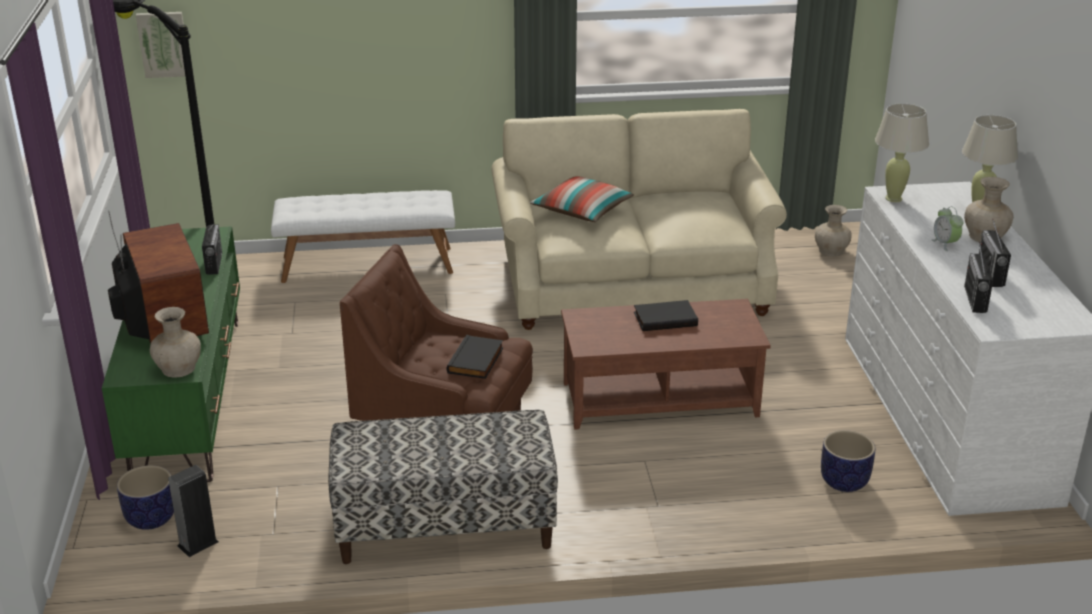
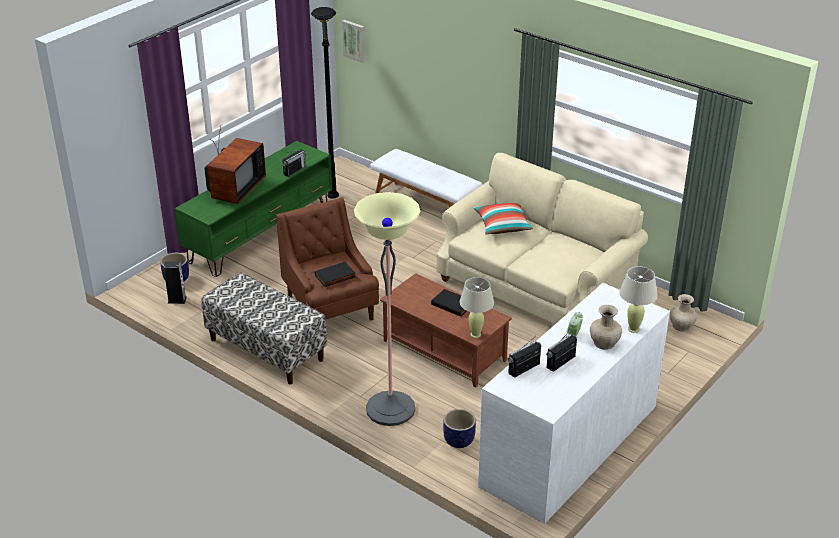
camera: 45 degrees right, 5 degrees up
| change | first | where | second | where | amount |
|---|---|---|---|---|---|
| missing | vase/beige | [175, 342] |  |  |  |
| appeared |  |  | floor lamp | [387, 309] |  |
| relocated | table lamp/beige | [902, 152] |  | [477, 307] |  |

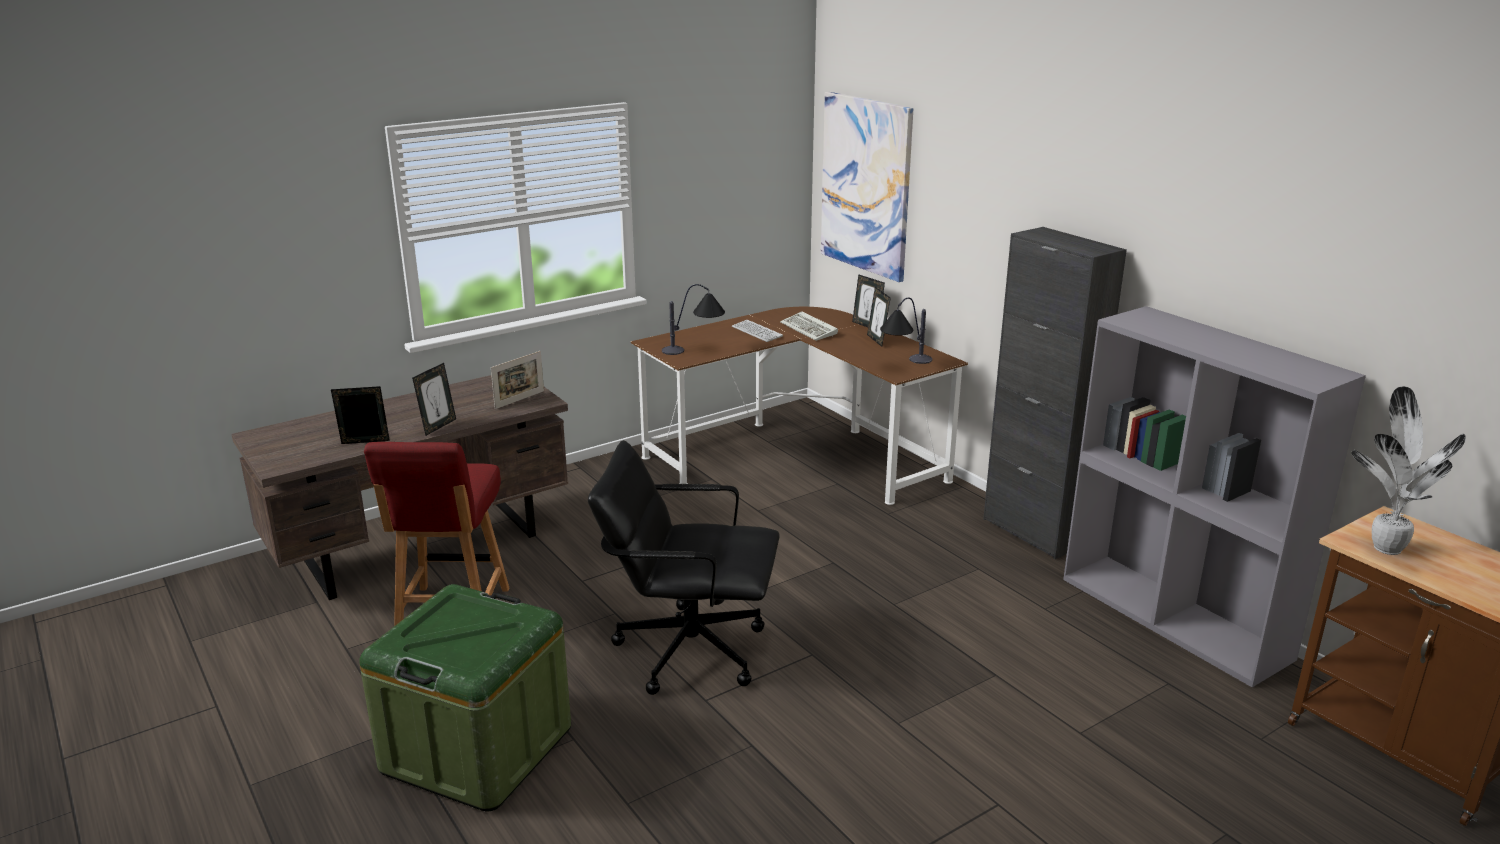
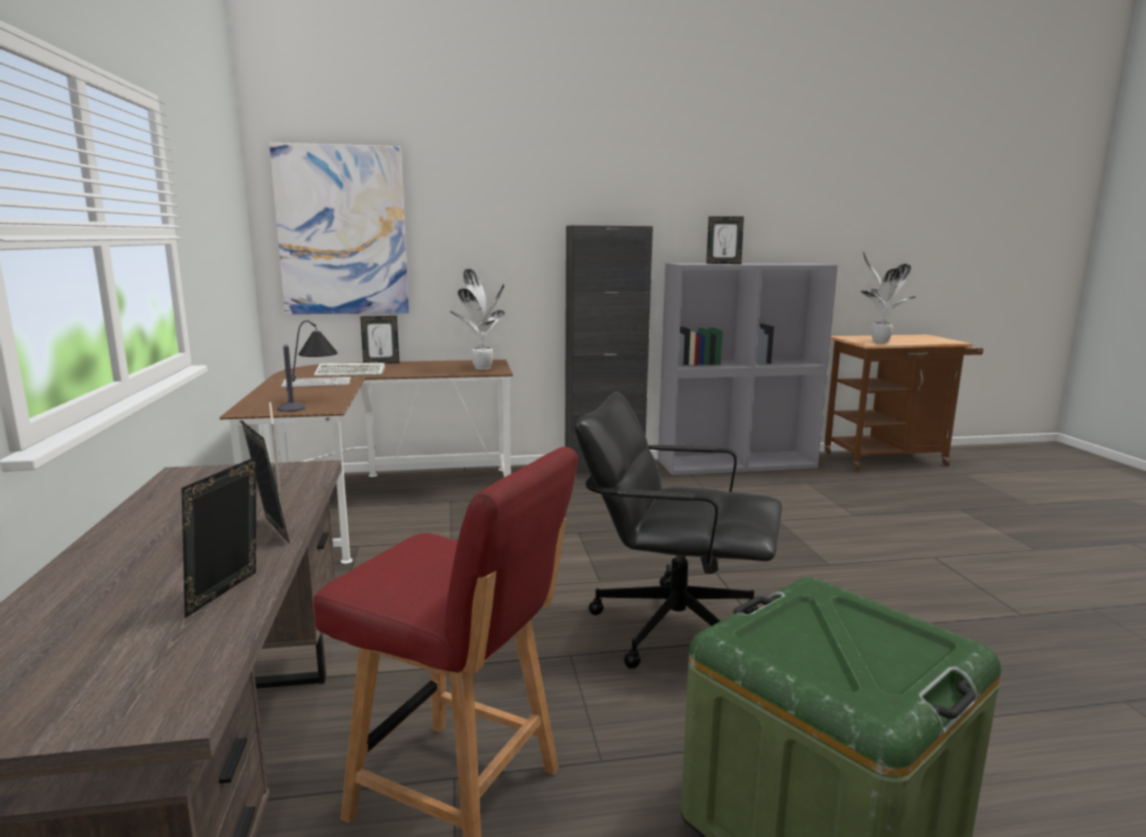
camera: 65 degrees left, 10 degrees down
| change | first | where | second | where | amount |
|---|---|---|---|---|---|
| relocated | photo frame | [878, 317] |  | [725, 240] |  |
| exchanged | table lamp | [906, 331] | potted plant | [477, 319] |  |
| spun | computer chair/blackish | [683, 567] |  | [678, 530] | 75 degrees clockwise |

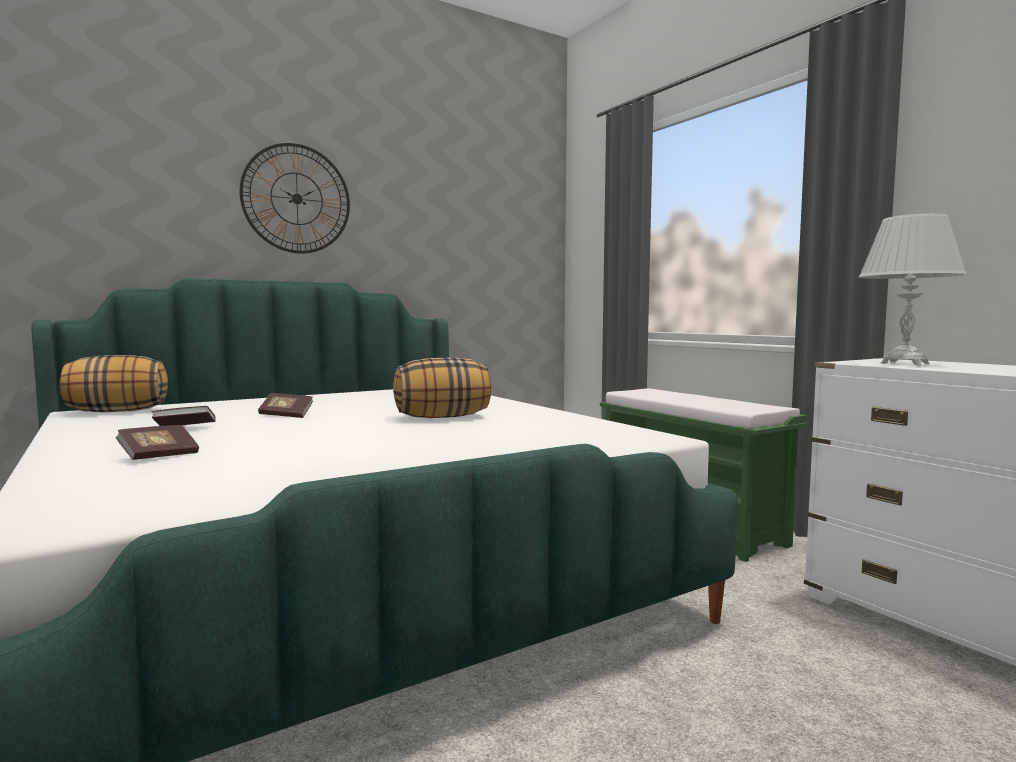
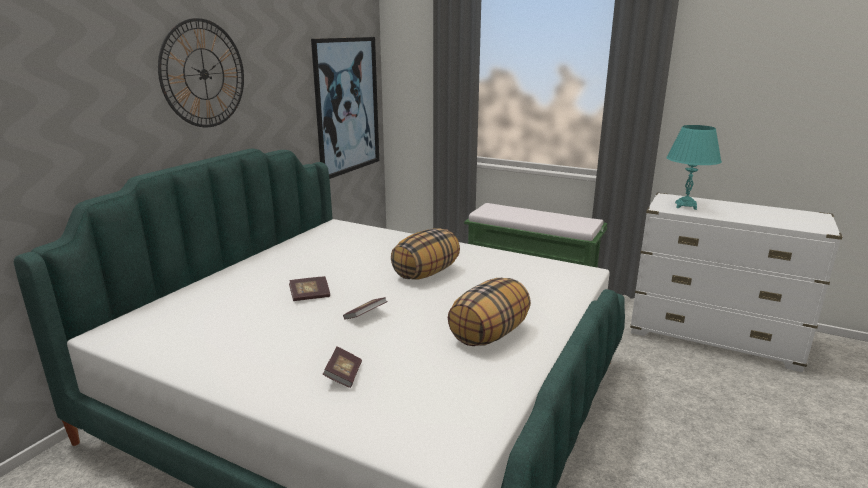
camera: 30 degrees left, 15 degrees up
| change | first | where | second | where | amount |
|---|---|---|---|---|---|
| appeared |  |  | picture | [345, 108] |  |
| relocated | cushion | [114, 383] |  | [489, 312] |  |
| relocated | volume | [183, 416] |  | [365, 308] |  |
| colour | table lamp/whitish | [913, 289] | table lamp/turquoise | [694, 167] |  |

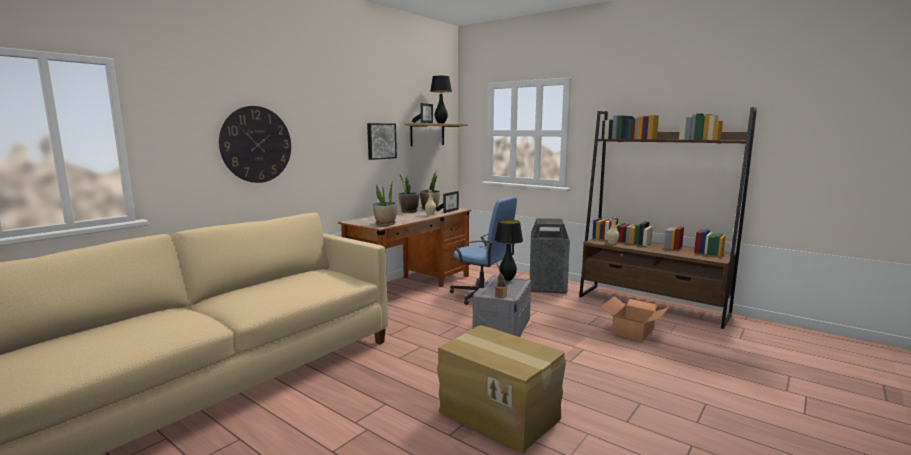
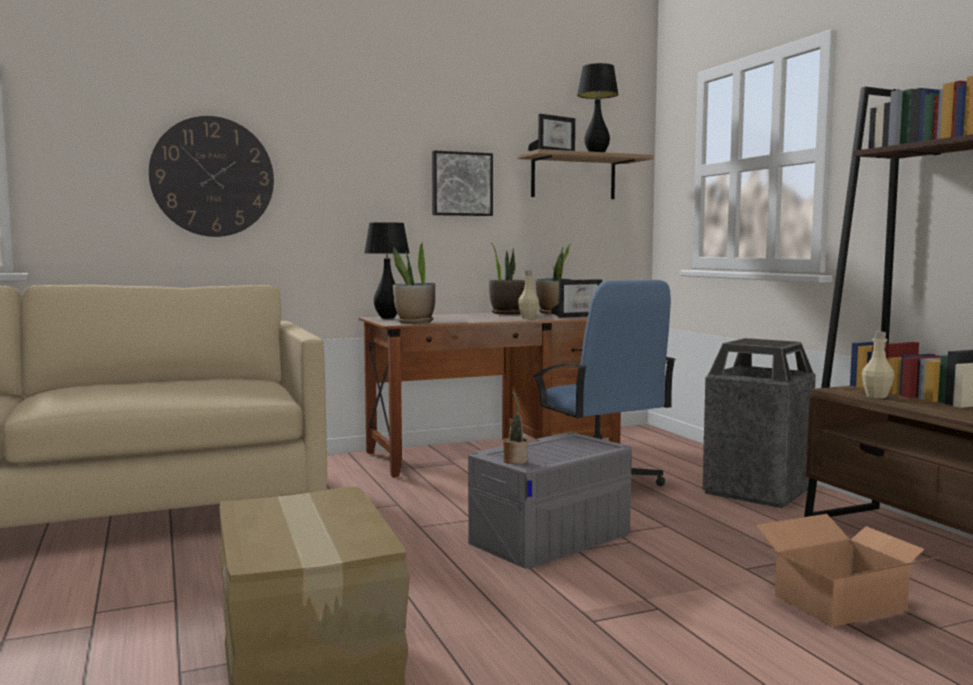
camera: 30 degrees right, 5 degrees down
| change | first | where | second | where | amount |
|---|---|---|---|---|---|
| relocated | table lamp/blackish | [508, 250] |  | [386, 270] |  |

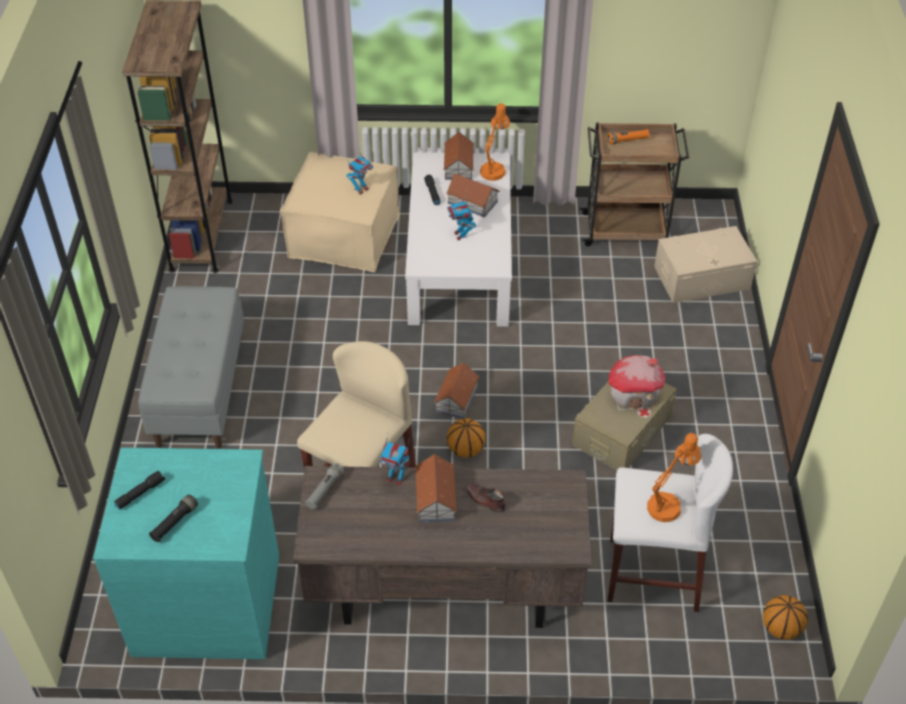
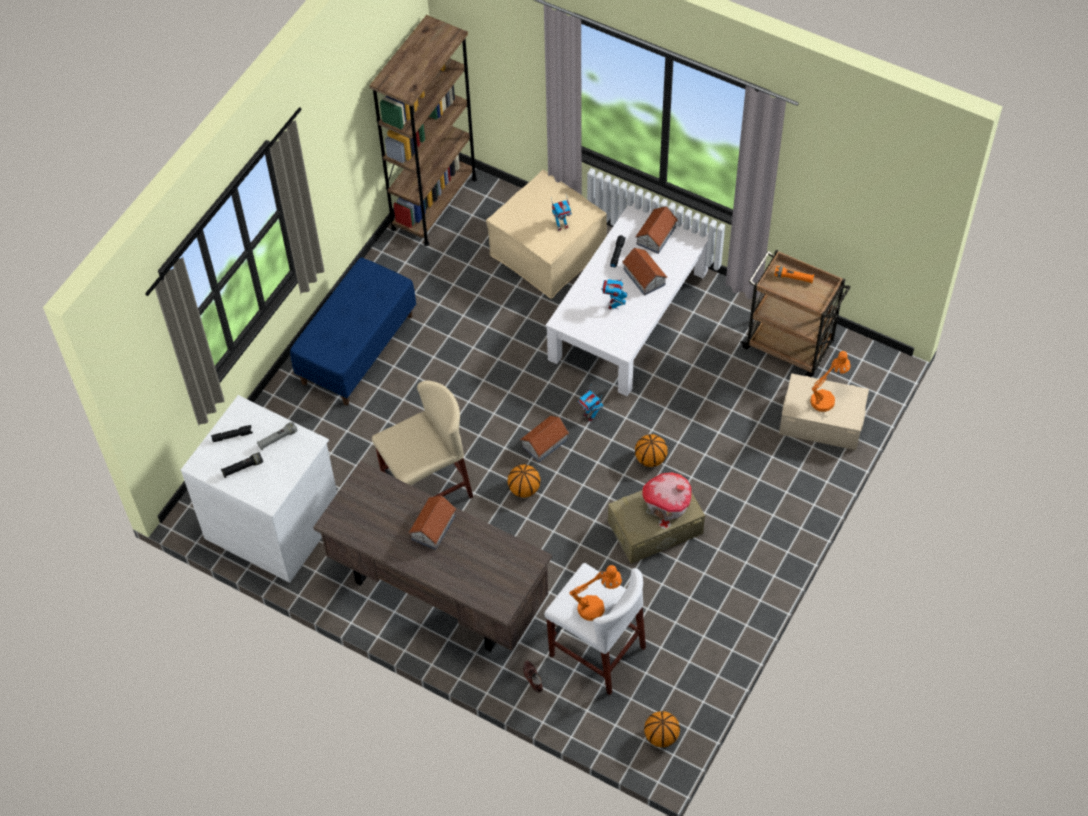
camera: 30 degrees right, 10 degrees up
| change | first | where | second | where | amount |
|---|---|---|---|---|---|
| appeared |  |  | basketball ball | [651, 450] |  |
| relocated | flashlight/greyish | [324, 486] |  | [277, 436] |  |
| relocated | robot figure | [394, 460] |  | [591, 403] |  |
| relocated | low shoe/brown-coloured | [486, 498] |  | [533, 676] |  |
| relocated | table lamp/orange-coloured | [495, 142] |  | [830, 381] |  |
| colour | chest of drawers/turquoise | [186, 553] | chest of drawers/whitish | [259, 489] |  |
| colour | long seat/greyish | [191, 367] | long seat/blue | [353, 331] |  |

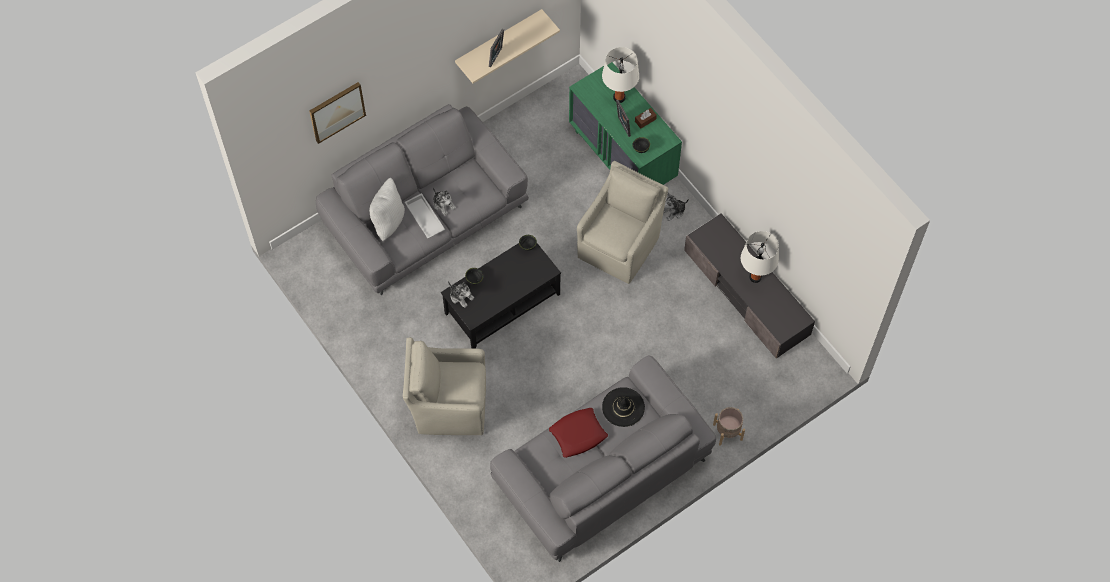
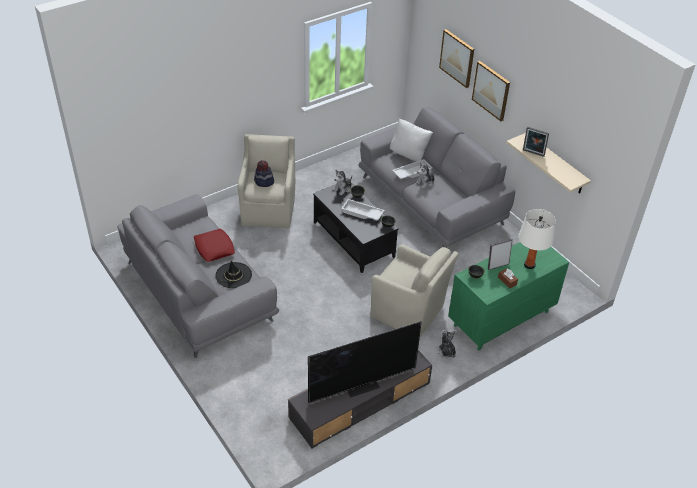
camera: 90 degrees right, 20 degrees down
| change | first | where | second | where | amount |
|---|---|---|---|---|---|
| missing | plant pot/beige | [729, 426] |  |  |  |
| appeared |  |  | hat | [264, 173] |  |
| appeared |  |  | serving tray/whitish | [362, 210] |  |
| appeared |  |  | picture | [491, 91] |  |
| exchanged | table lamp/whitish | [760, 257] | TV set | [365, 362] |  |

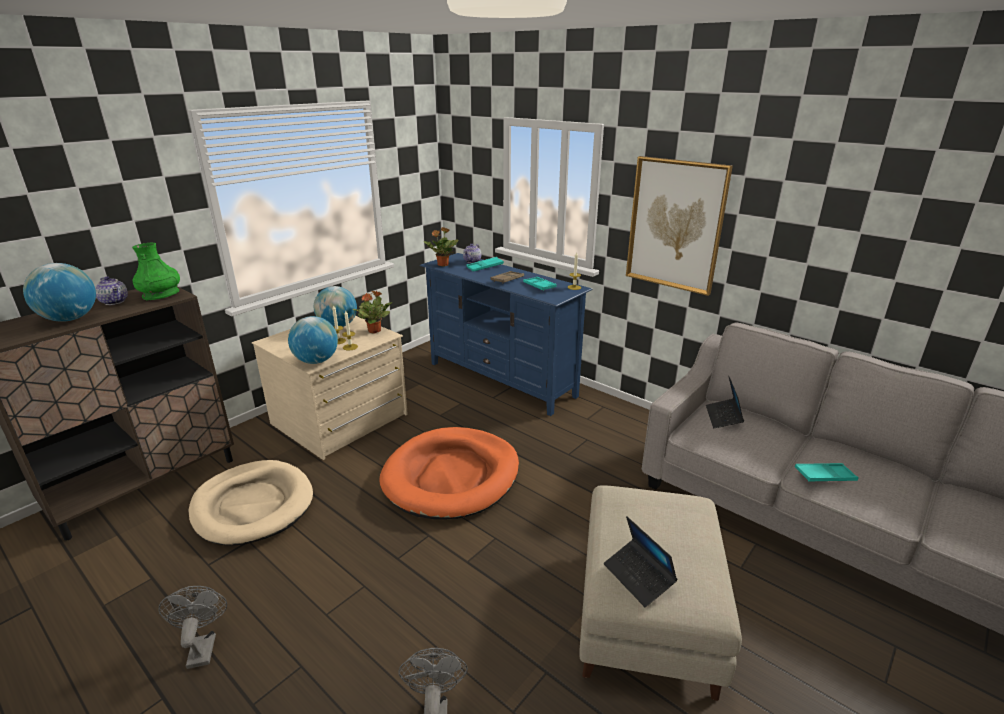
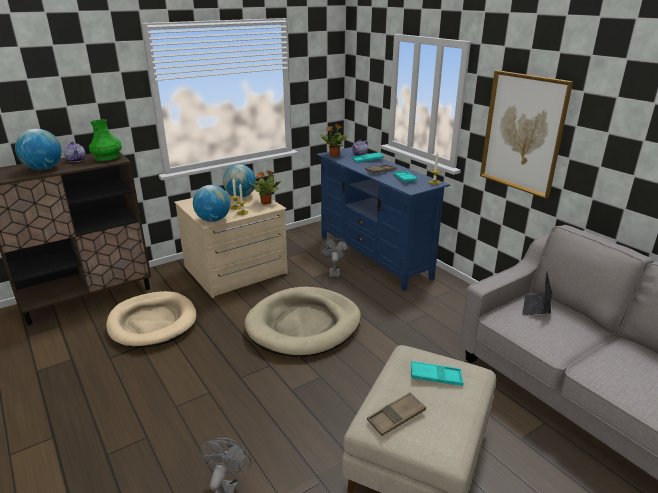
camera: 15 degrees right, 0 degrees up
| change | first | where | second | where | amount |
|---|---|---|---|---|---|
| relocated | fan/greyish | [192, 627] |  | [334, 257] |  |
| relocated | serving tray/turquoise | [826, 472] |  | [437, 373] |  |
| exchanged | notebook computer | [641, 561] | serving tray/brown-coloured | [396, 414] |  |
| colour | dog bed/orange-coloured | [449, 473] | dog bed/beige | [302, 322] |  |

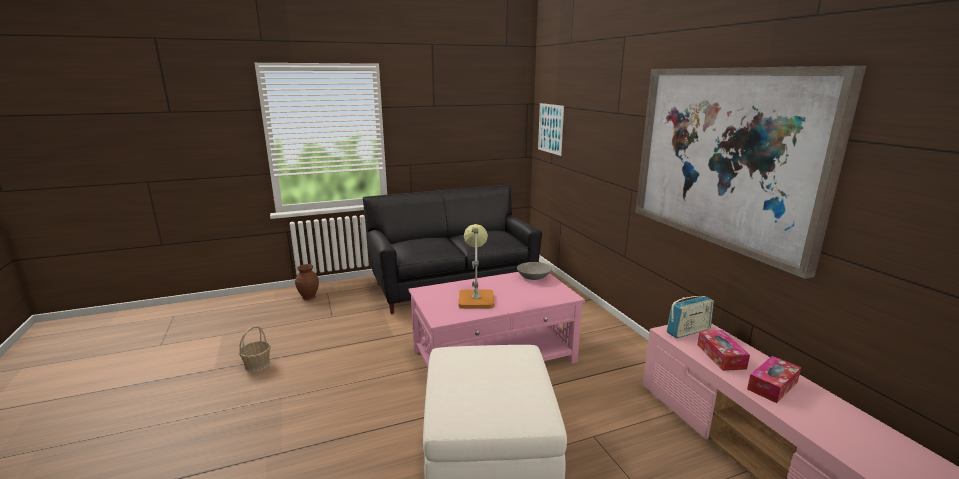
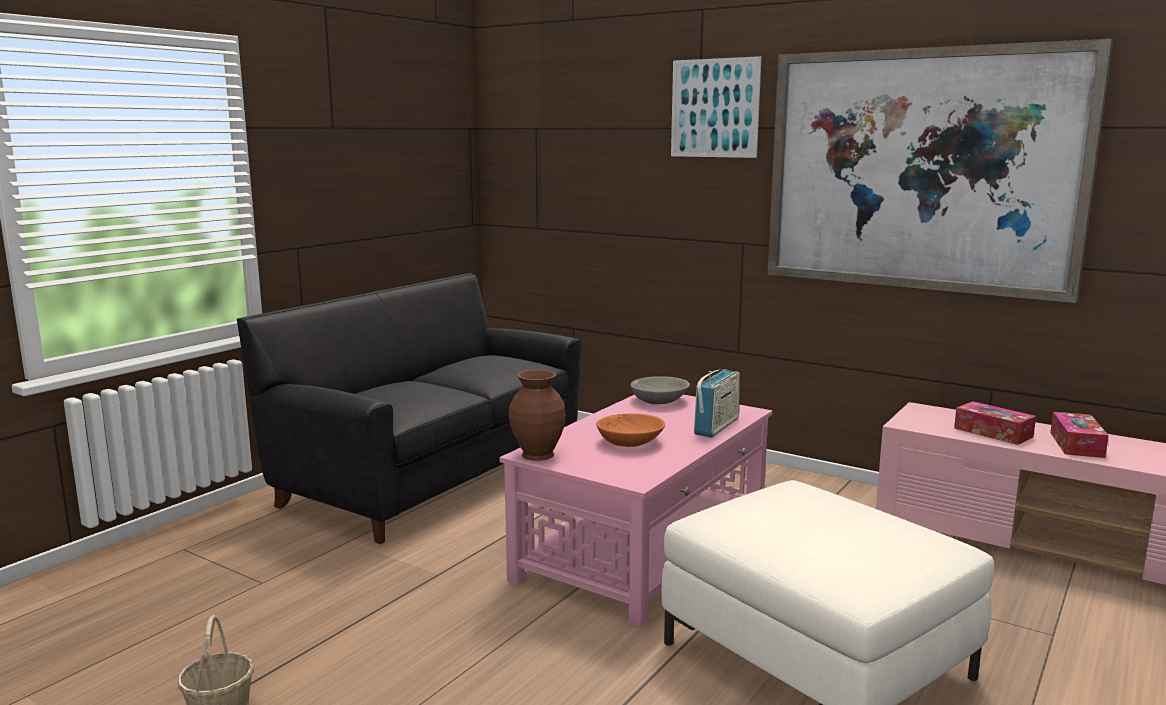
camera: 35 degrees left, 5 degrees down
| change | first | where | second | where | amount |
|---|---|---|---|---|---|
| relocated | vase/brown-coloured | [307, 282] |  | [537, 415] |  |
| relocated | picture | [551, 129] |  | [716, 107] |  |
| relocated | radio | [690, 317] |  | [717, 403] |  |
| exchanged | table lamp | [476, 266] | deep dish/orange-coloured | [630, 430] |  |

